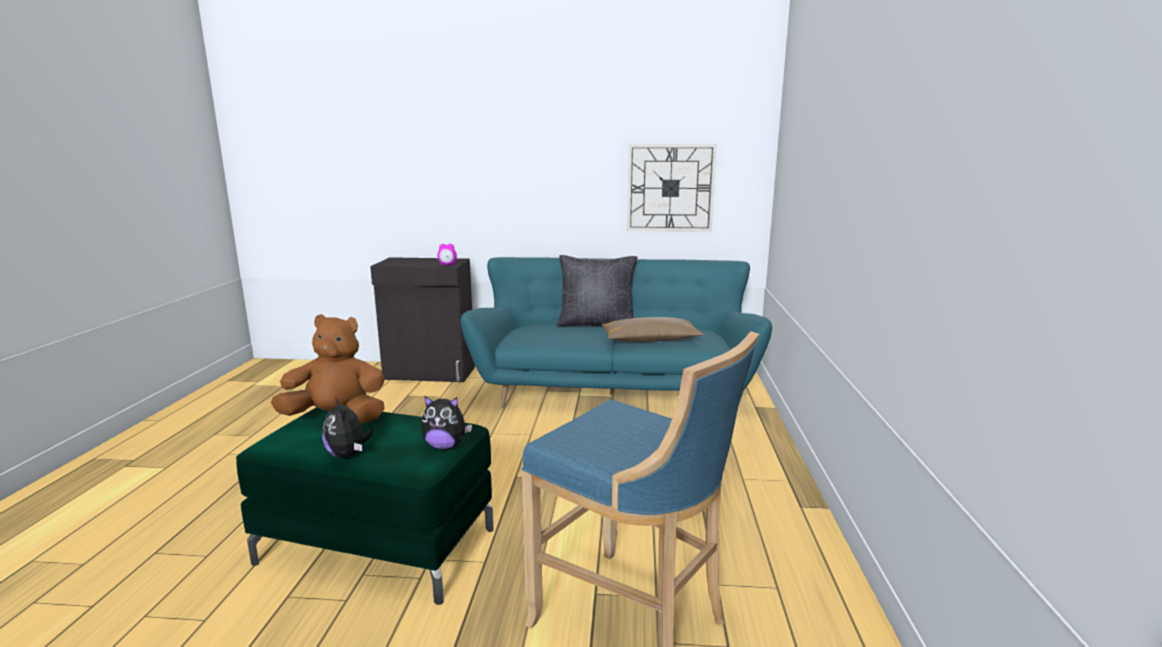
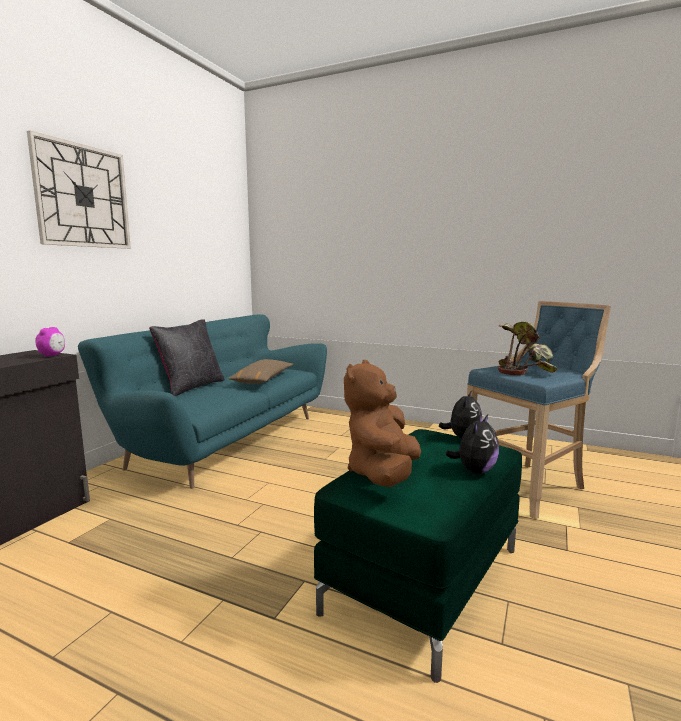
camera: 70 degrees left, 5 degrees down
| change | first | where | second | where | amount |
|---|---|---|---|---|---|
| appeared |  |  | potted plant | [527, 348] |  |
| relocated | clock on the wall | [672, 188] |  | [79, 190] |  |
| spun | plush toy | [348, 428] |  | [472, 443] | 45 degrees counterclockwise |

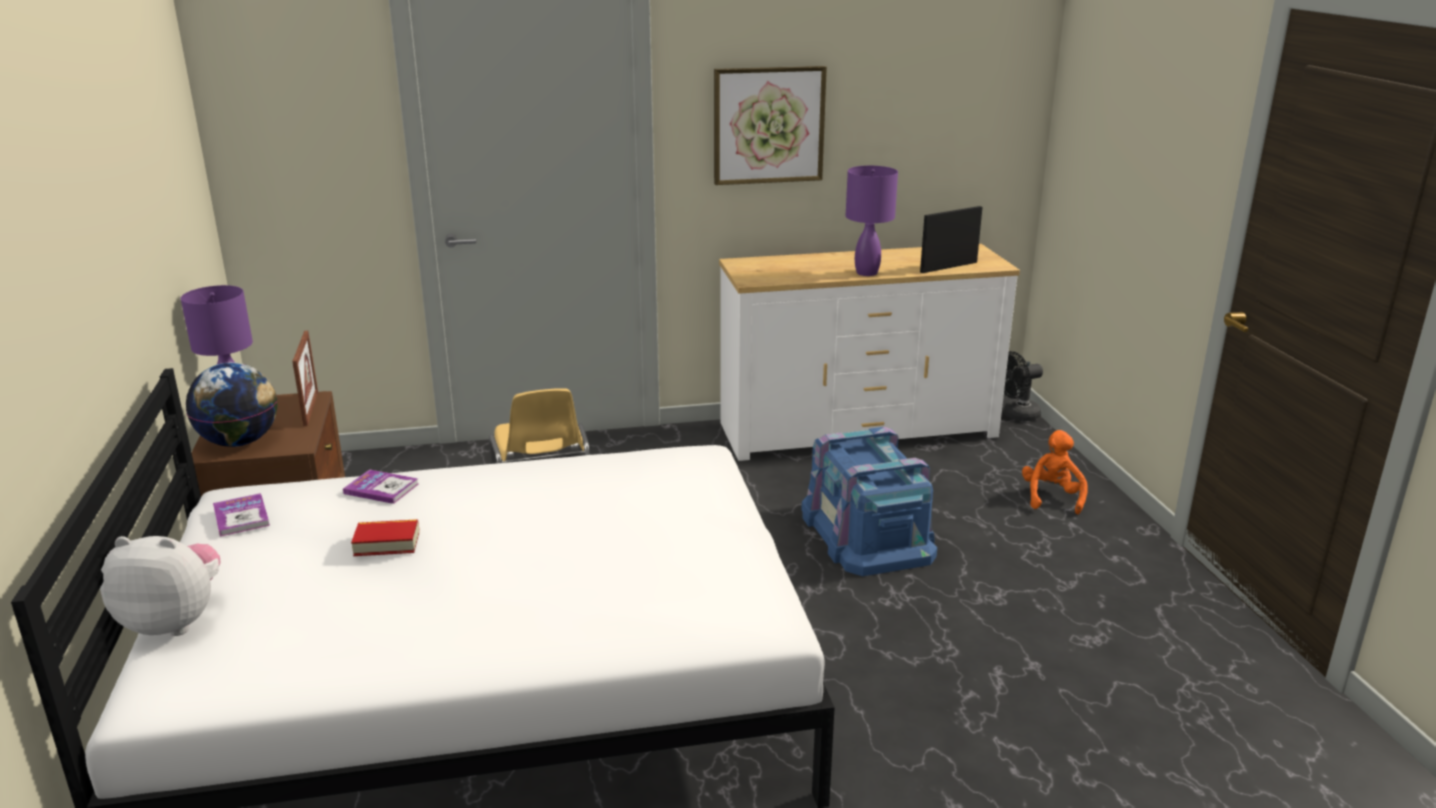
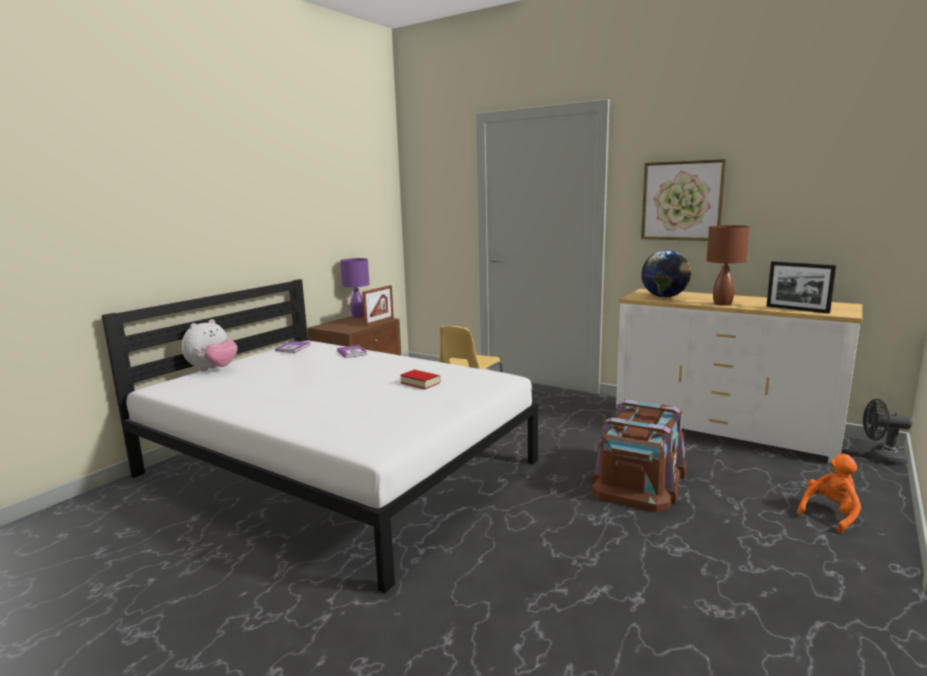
camera: 45 degrees right, 10 degrees down
| change | first | where | second | where | amount |
|---|---|---|---|---|---|
| relocated | world globe | [232, 404] |  | [666, 274] |  |
| relocated | volume | [385, 537] |  | [420, 379] |  |
| colour | storage box/blue | [869, 501] | storage box/brown-coloured | [639, 456] |  |
| colour | table lamp/purple-coloured | [872, 221] | table lamp/brown-coloured | [728, 265] |  |
| spun | plush toy | [160, 586] |  | [209, 345] | 75 degrees clockwise |
| spun | photo frame | [951, 239] |  | [801, 287] | 150 degrees counterclockwise |

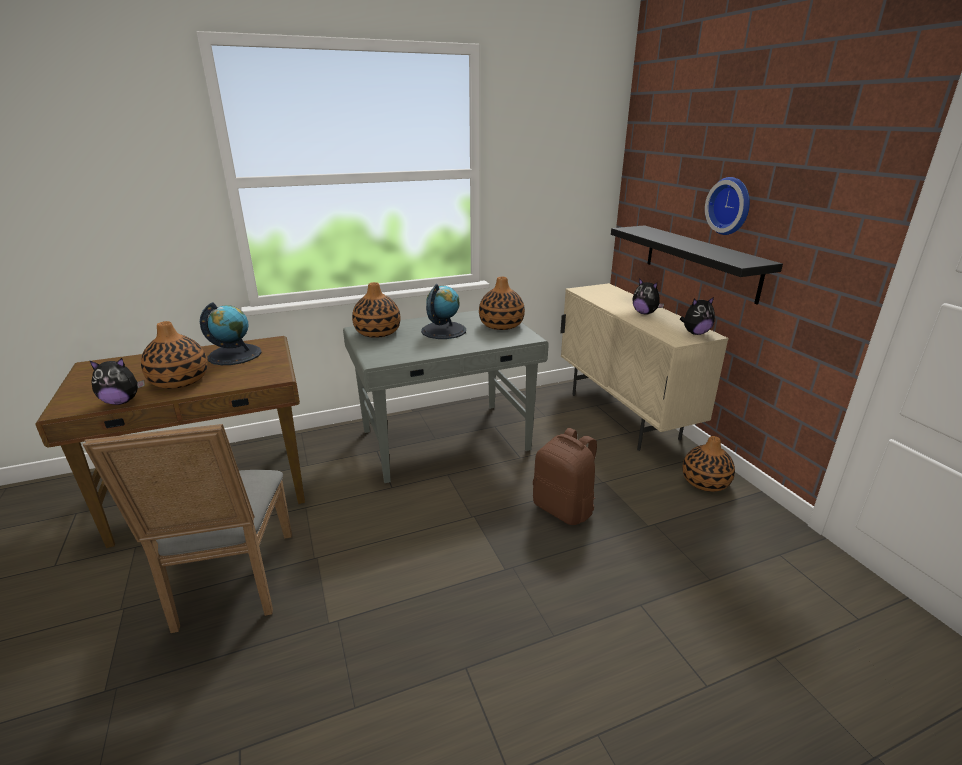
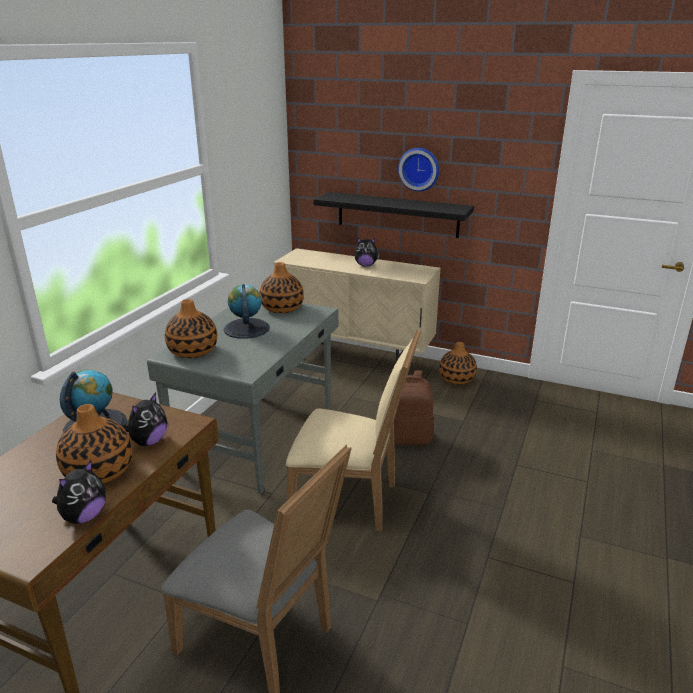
camera: 45 degrees left, 0 degrees up
| change | first | where | second | where | amount |
|---|---|---|---|---|---|
| appeared |  |  | upright chair/beige | [353, 430] |  |
| relocated | plush toy | [697, 316] |  | [144, 419] |  |

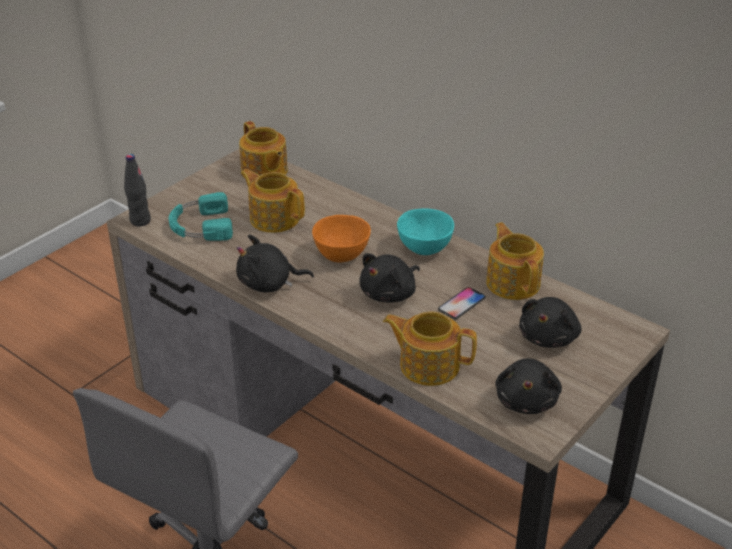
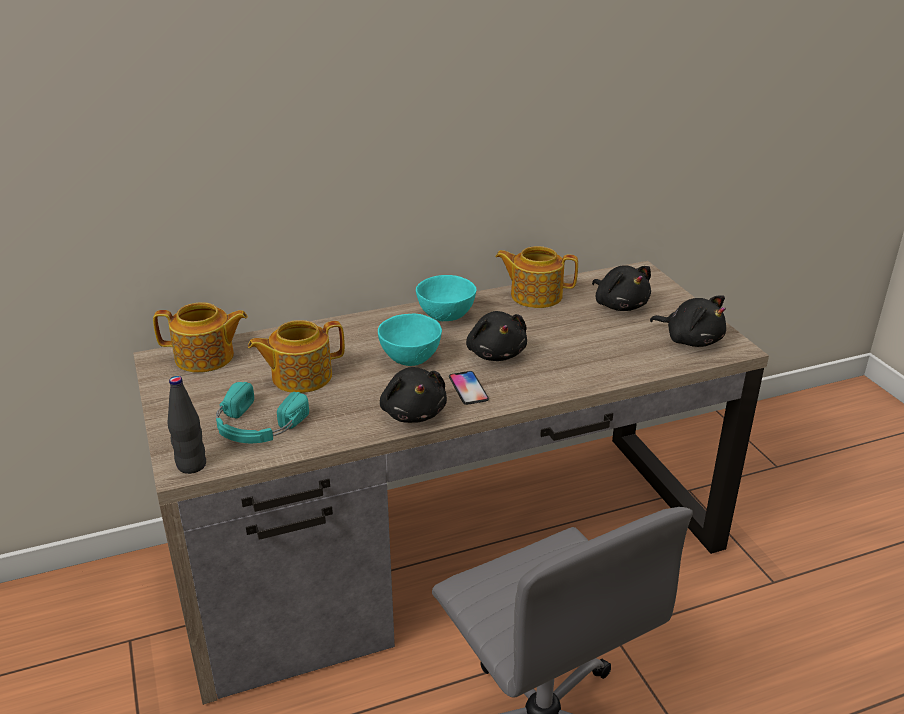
camera: 60 degrees left, 5 degrees down
| change | first | where | second | where | amount |
|---|---|---|---|---|---|
| missing | tea pot | [430, 348] |  |  |  |
| relocated | telephone | [462, 303] |  | [469, 388] |  |
| colour | deep dish/orange-coloured | [341, 239] | deep dish/turquoise | [410, 340] |  |
| spun | plush toy/blackish | [275, 263] |  | [413, 395] | 45 degrees counterclockwise |

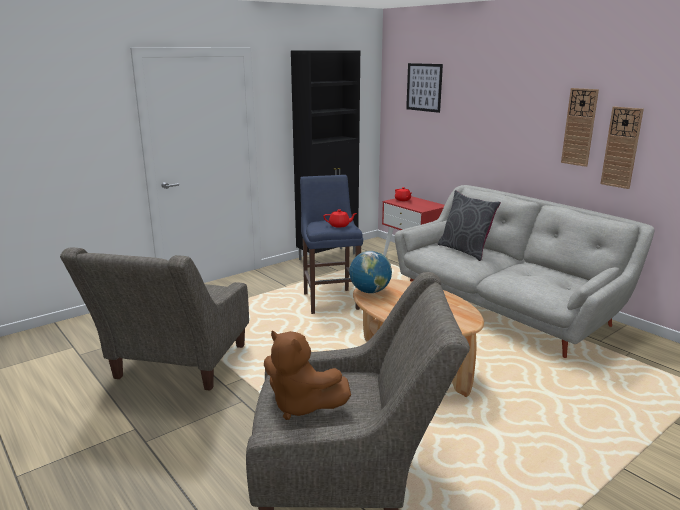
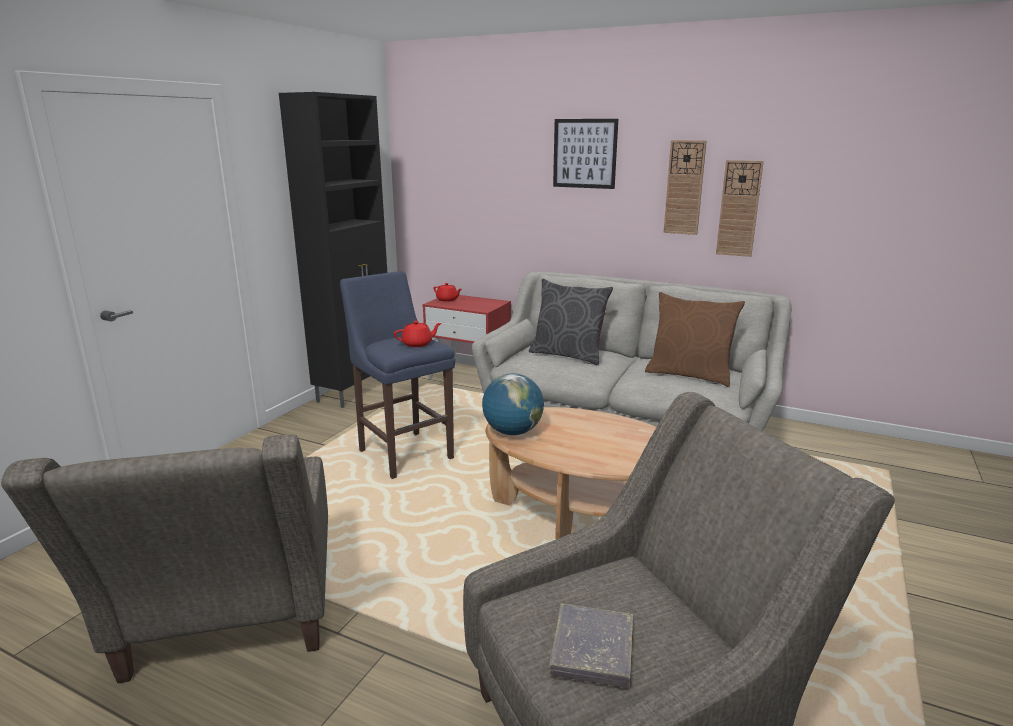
camera: 25 degrees left, 0 degrees up
| change | first | where | second | where | amount |
|---|---|---|---|---|---|
| appeared |  |  | cushion/brown-coloured | [695, 339] |  |
| relocated | picture | [424, 88] |  | [585, 154] |  |
| exchanged | plush toy/brown-coloured | [307, 375] | volume/greyish | [591, 645] |  |

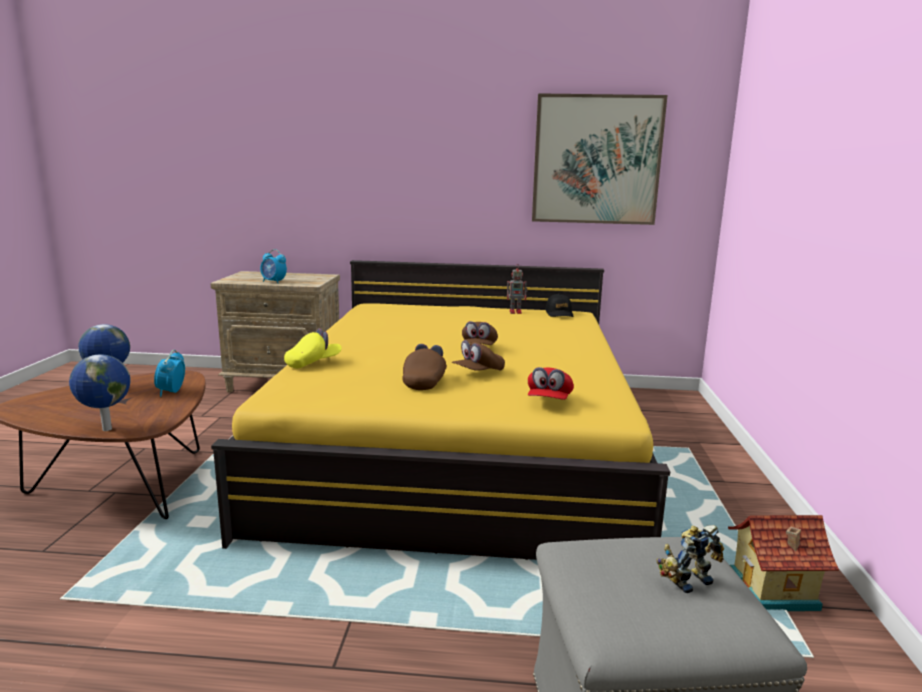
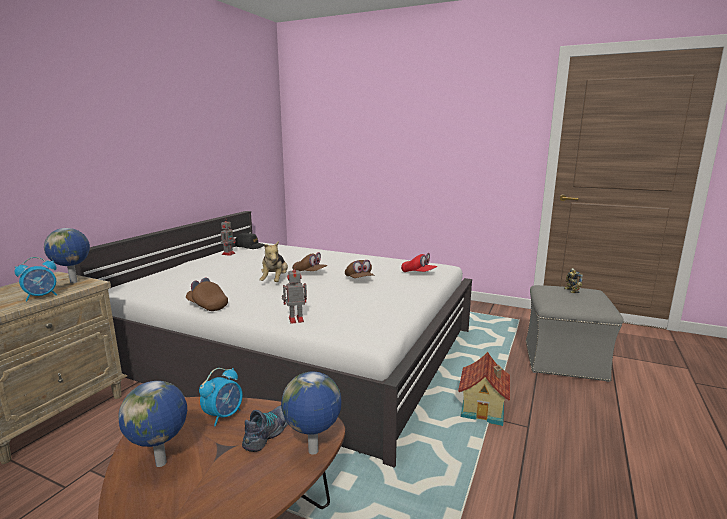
camera: 70 degrees left, 0 degrees up
| change | first | where | second | where | amount |
|---|---|---|---|---|---|
| missing | picture | [599, 159] |  |  |  |
| appeared |  |  | world globe | [67, 255] |  |
| appeared |  |  | low shoe | [265, 428] |  |
| appeared |  |  | plush toy | [274, 261] |  |
| relocated | peaked cap/brown-coloured | [424, 367] |  | [207, 294] |  |
| relocated | toy house | [783, 563] |  | [484, 389] |  |
| exchanged | peaked cap/yellowish | [313, 348] | robot figure | [294, 295] |  |
| colour | bedroom bed/yellowish | [440, 410] | bedroom bed/whitish | [273, 339] |  |
| spun | alarm clock | [169, 373] |  | [221, 397] | 75 degrees counterclockwise |

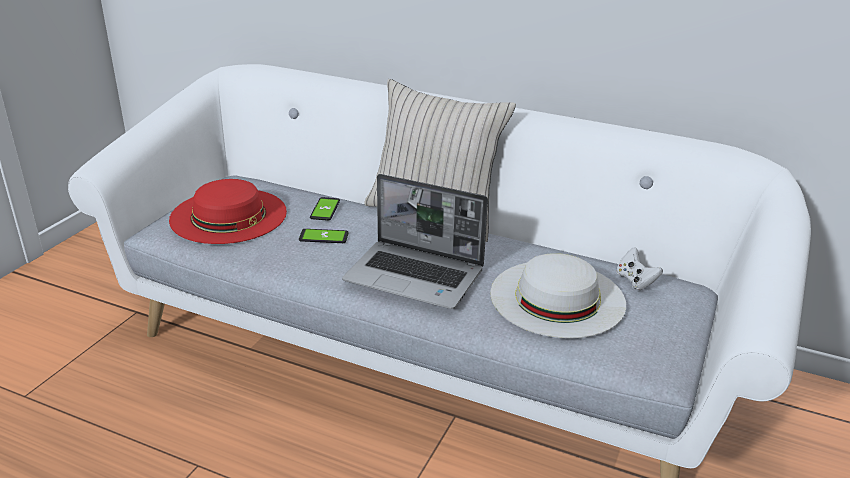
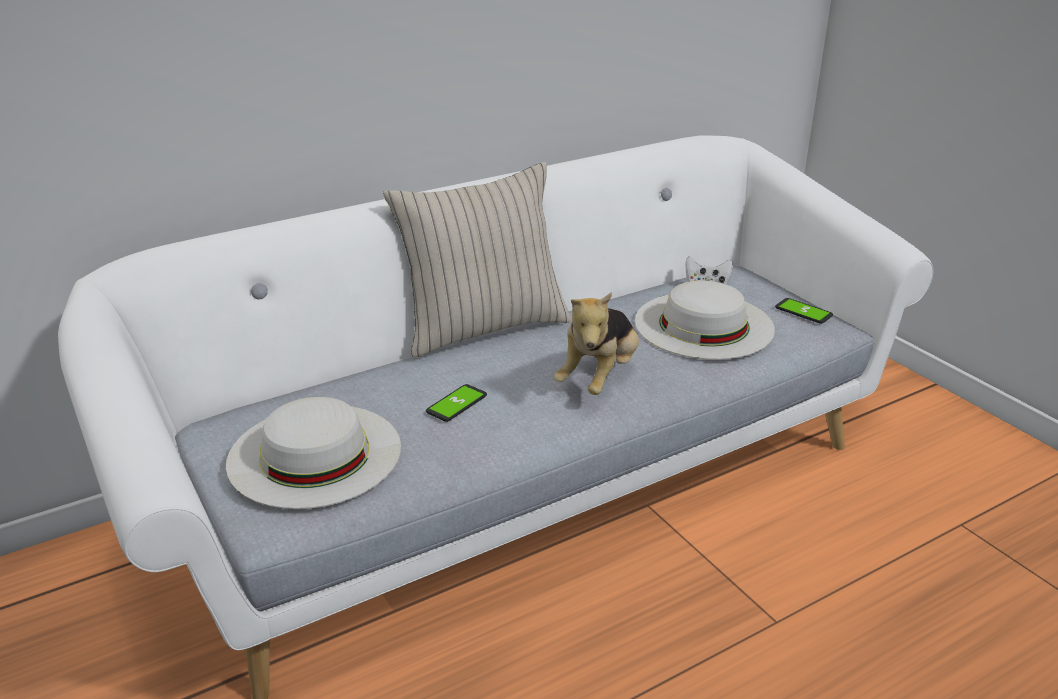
camera: 55 degrees left, 0 degrees up
| change | first | where | second | where | amount |
|---|---|---|---|---|---|
| relocated | telephone | [325, 209] |  | [804, 311] |  |
| exchanged | notebook computer | [415, 241] | plush toy | [596, 343] |  |
| colour | hat/reddish | [228, 211] | hat/whitish | [313, 453] |  |

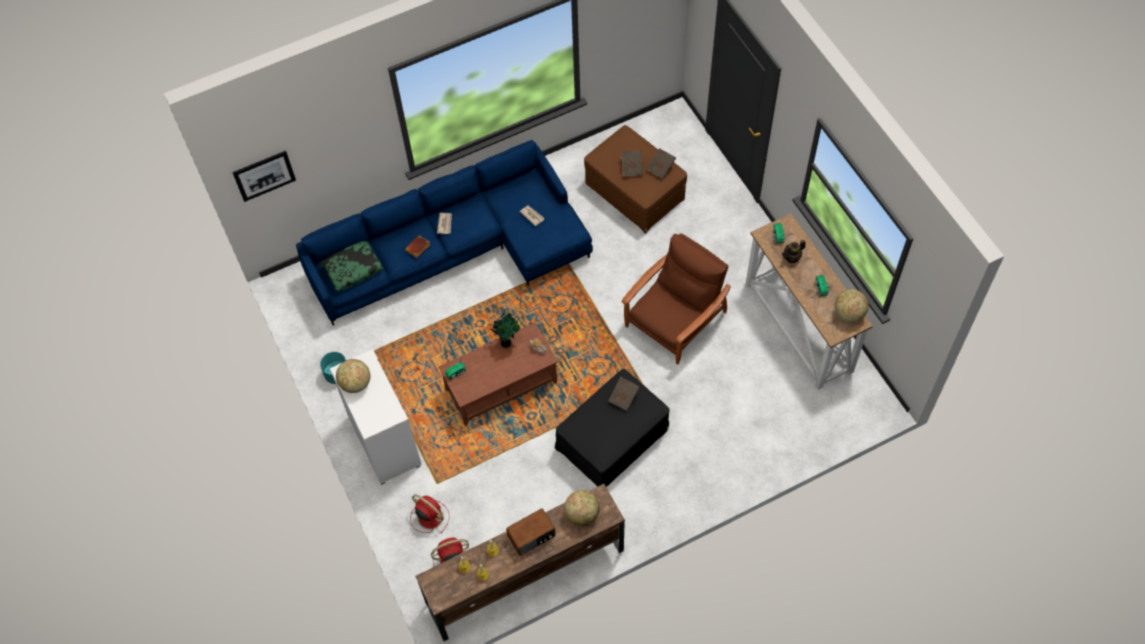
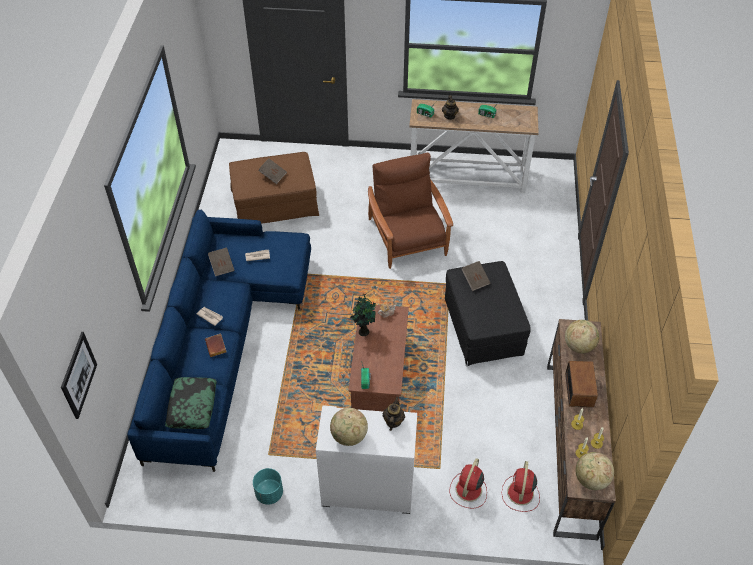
camera: 60 degrees left, 10 degrees down
| change | first | where | second | where | amount |
|---|---|---|---|---|---|
| appeared |  |  | tea pot | [393, 414] |  |
| relocated | volume/brown-coloured | [661, 163] |  | [221, 262] |  |
| relocated | world globe | [852, 305] |  | [595, 471] |  |
| spun | fan/reddish | [430, 514] |  | [468, 483] | 45 degrees counterclockwise |

